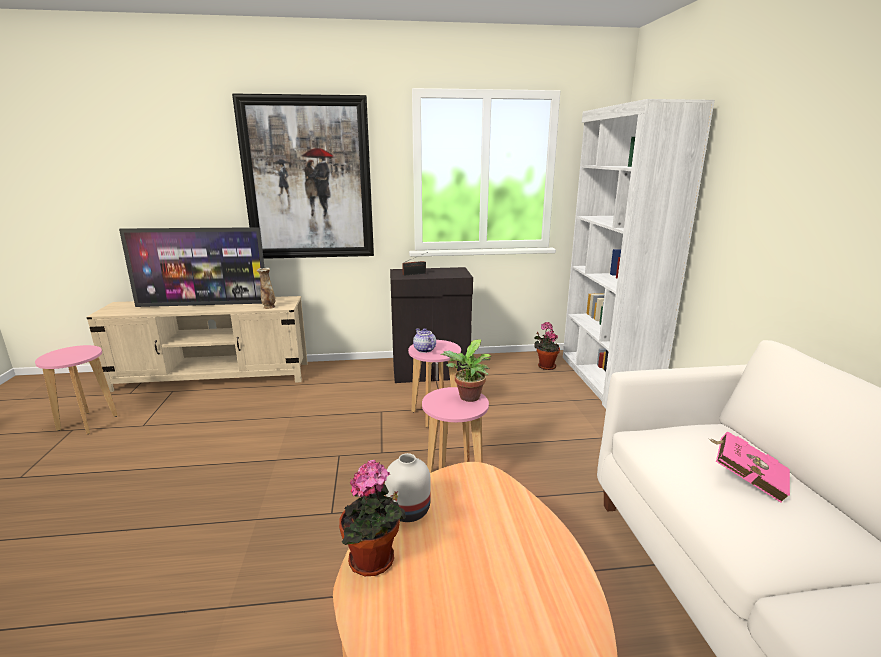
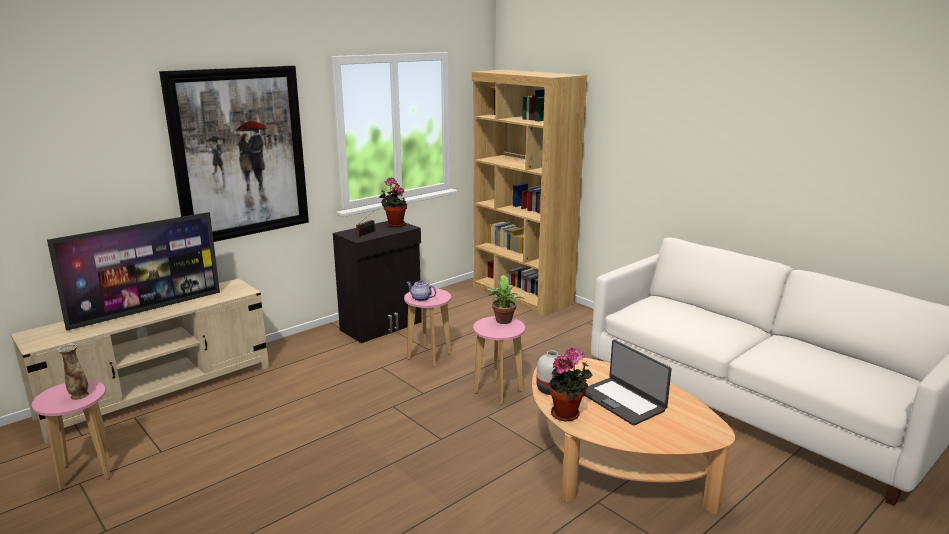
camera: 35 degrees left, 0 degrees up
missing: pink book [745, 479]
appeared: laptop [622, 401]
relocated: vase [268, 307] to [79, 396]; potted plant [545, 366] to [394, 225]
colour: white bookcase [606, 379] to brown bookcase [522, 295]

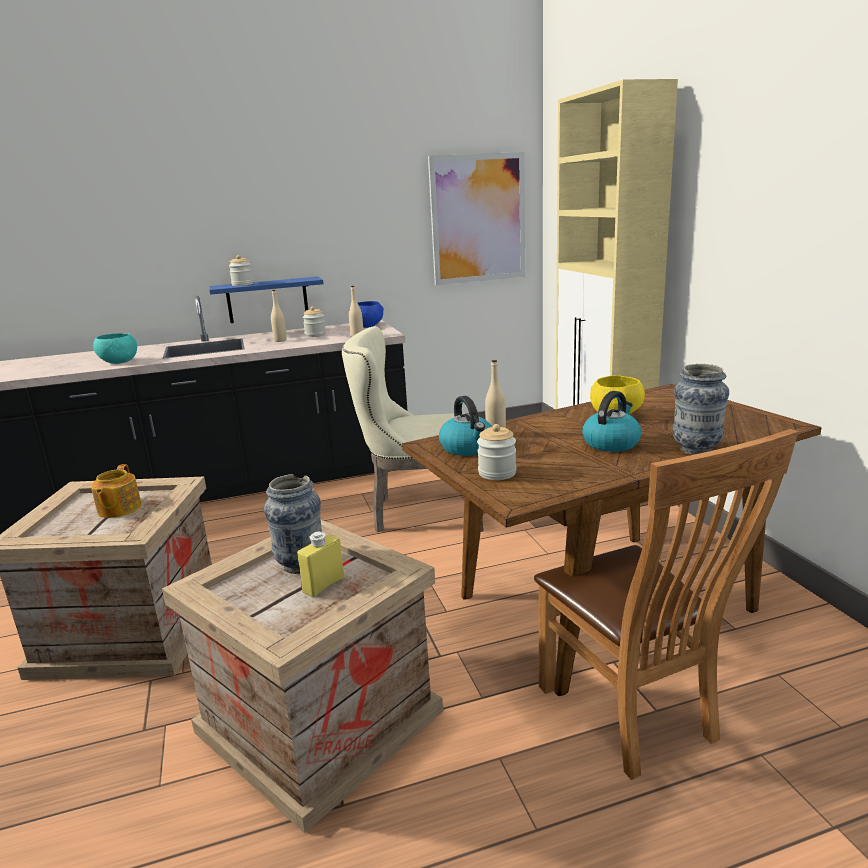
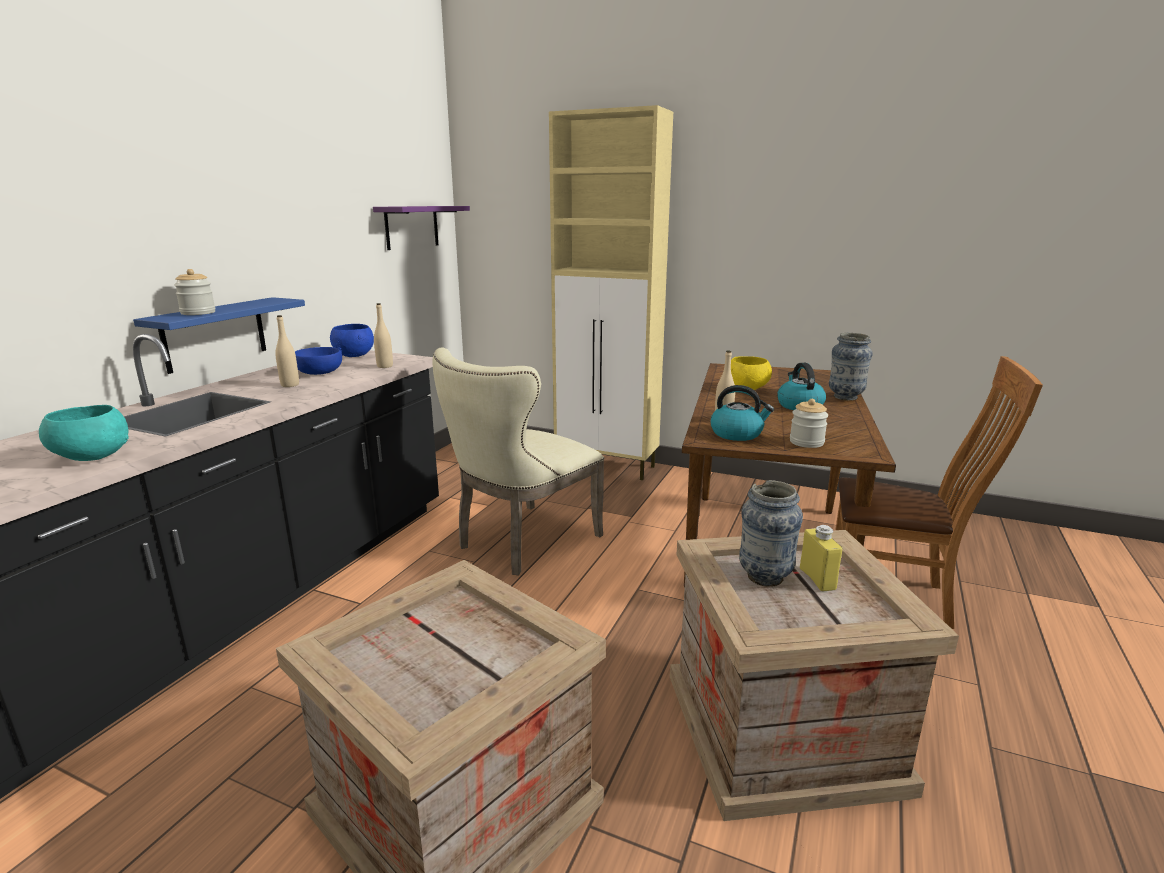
camera: 50 degrees left, 0 degrees up
missing: teapot [118, 509]
exchanged: jar [315, 335] to blue bowl [318, 372]; picture [478, 219] to purple shelf [412, 227]

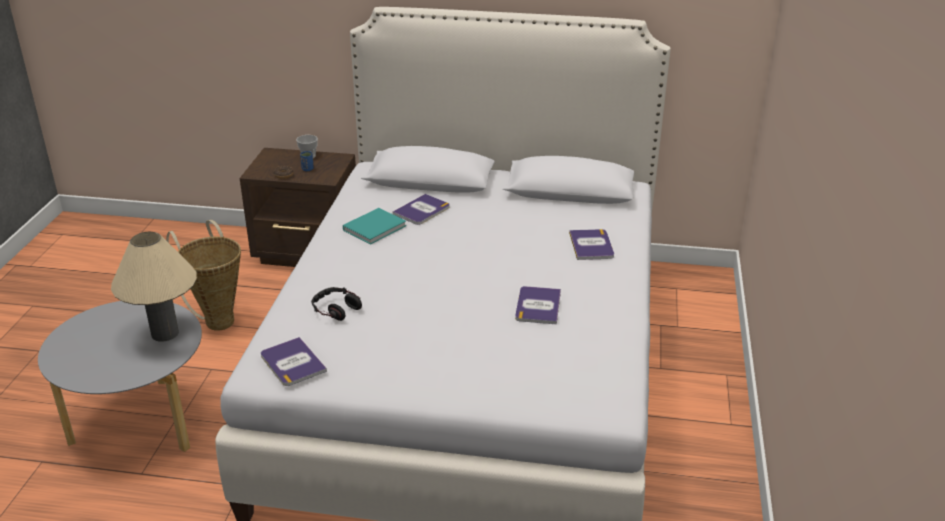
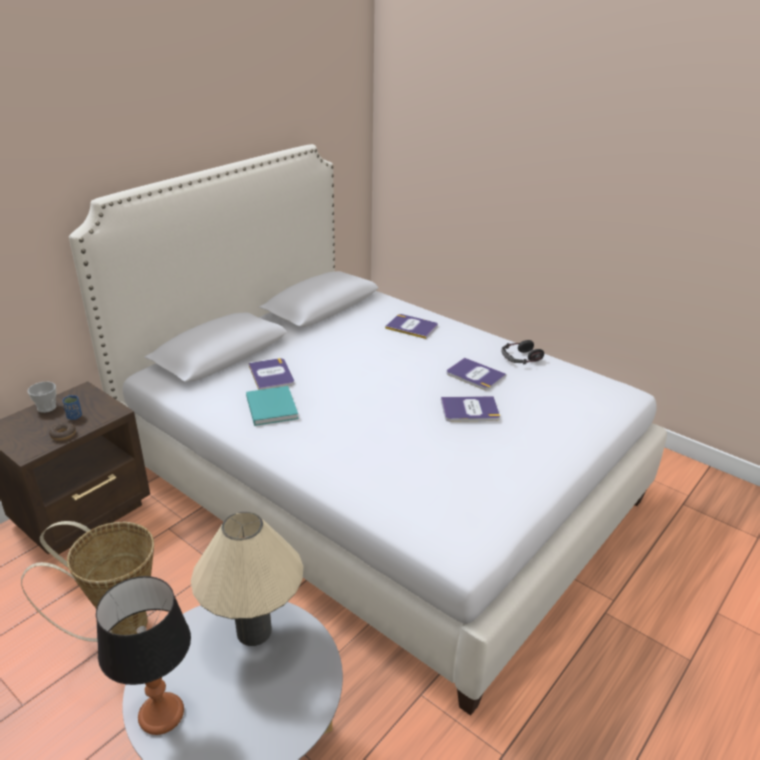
camera: 60 degrees left, 0 degrees up
appeared: table lamp [161, 715]
relocated: book [292, 363] to [470, 410]; headphones [336, 309] to [521, 358]

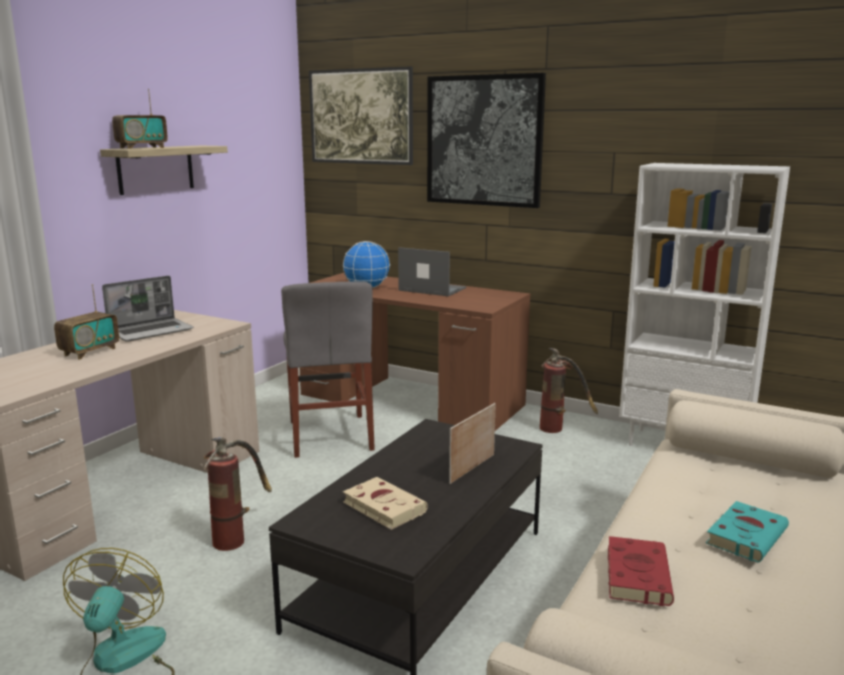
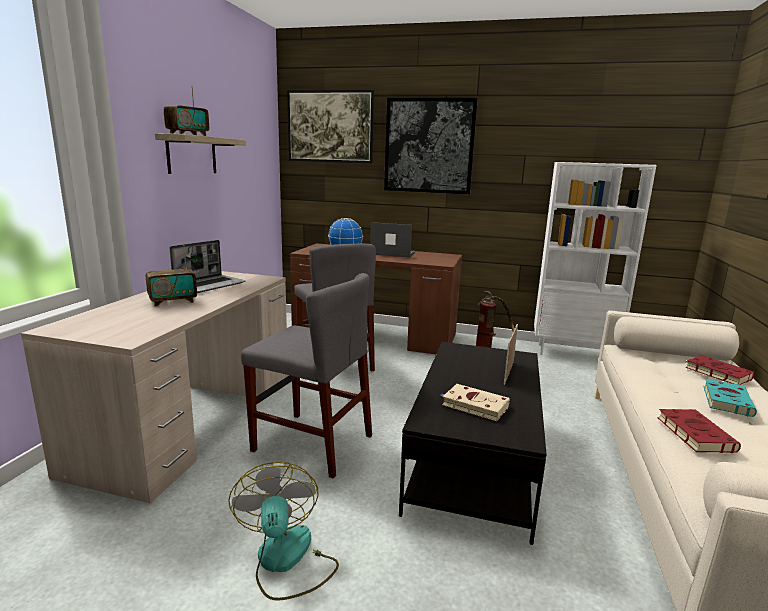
camera: 15 degrees left, 0 degrees up
appeared: red book [716, 373]
exchanged: fire extinguisher [235, 535] to grey chair [312, 443]
spun: radio [90, 352] = [173, 301] 45 degrees clockwise

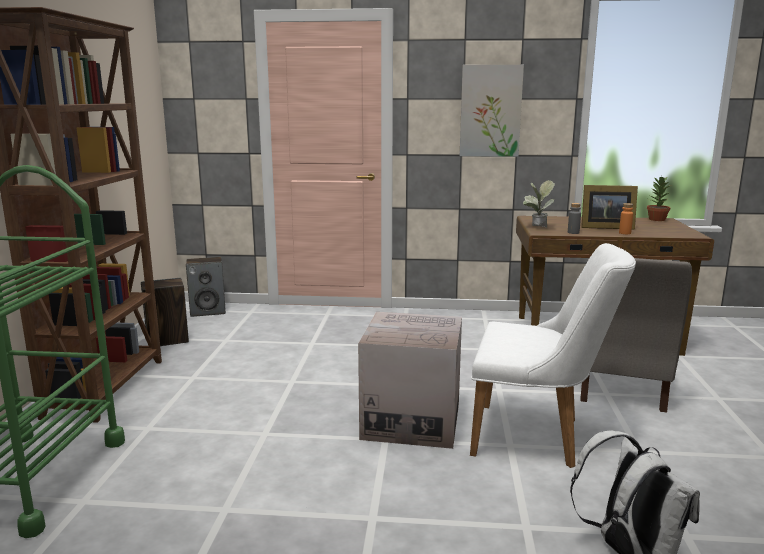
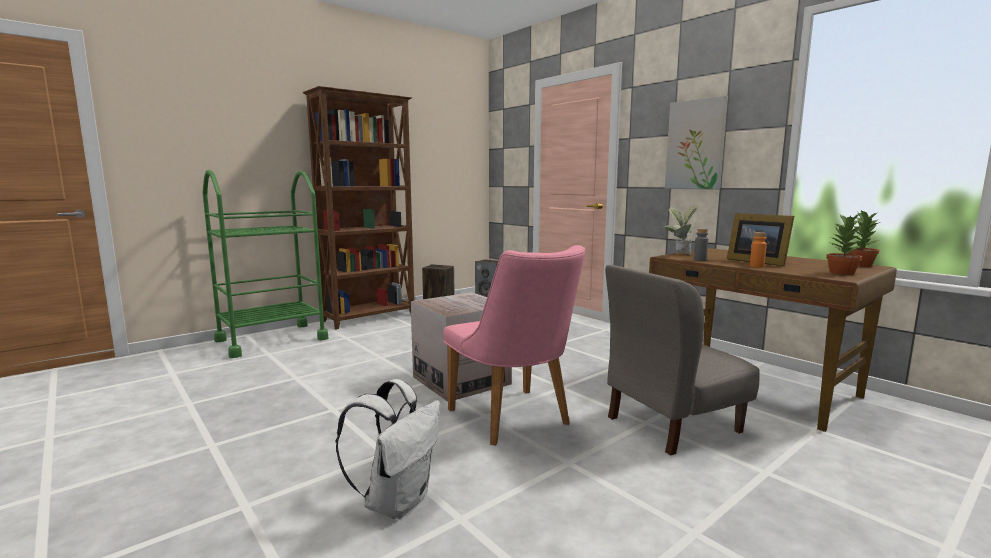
camera: 45 degrees right, 5 degrees down
appeared: potted plant [842, 273]
colour: white chair [538, 437] to pink chair [515, 420]

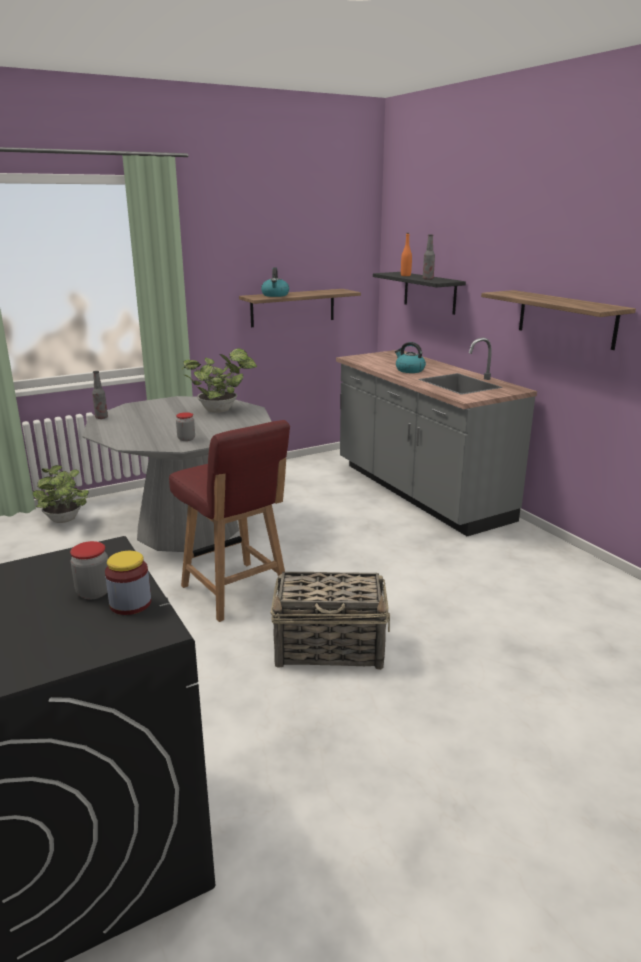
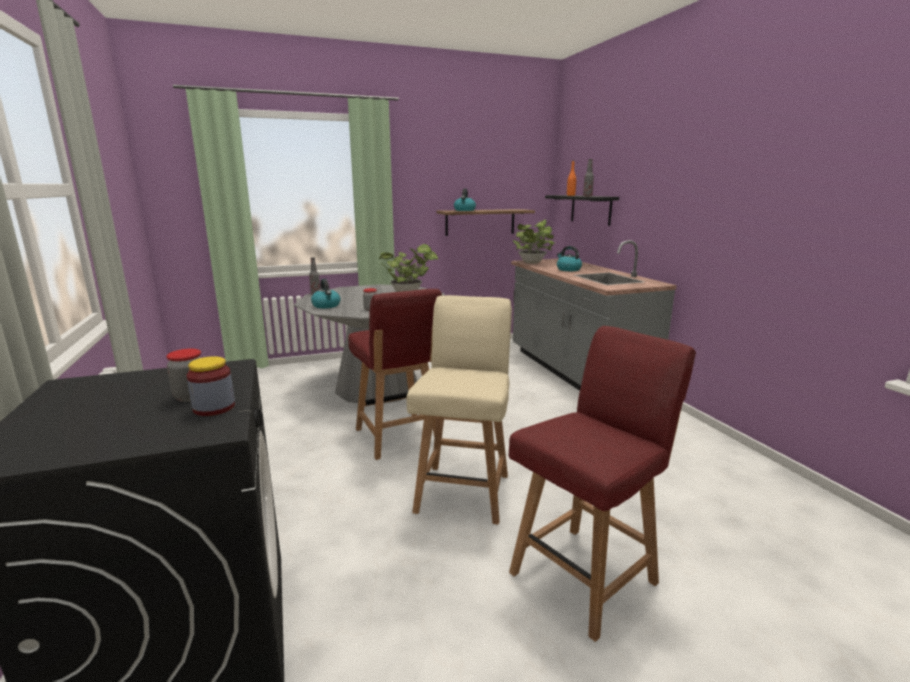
camera: 10 degrees right, 5 degrees down
missing: shelf [566, 319]
appeared: kettle [326, 306]; red chair [585, 576]
relocated: potted plant [64, 520] to [533, 263]
exchanged: basket [331, 648] to beige chair [463, 491]

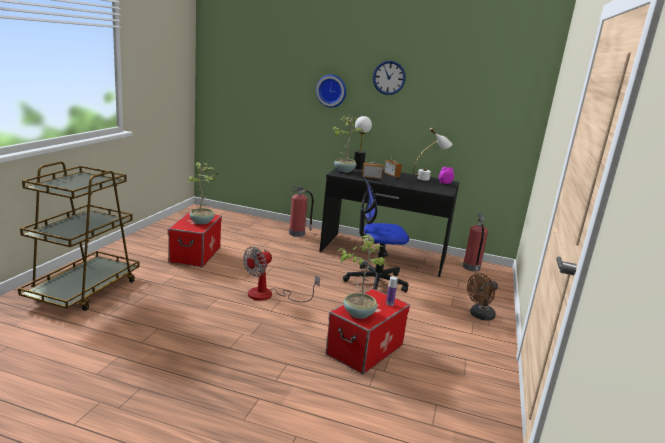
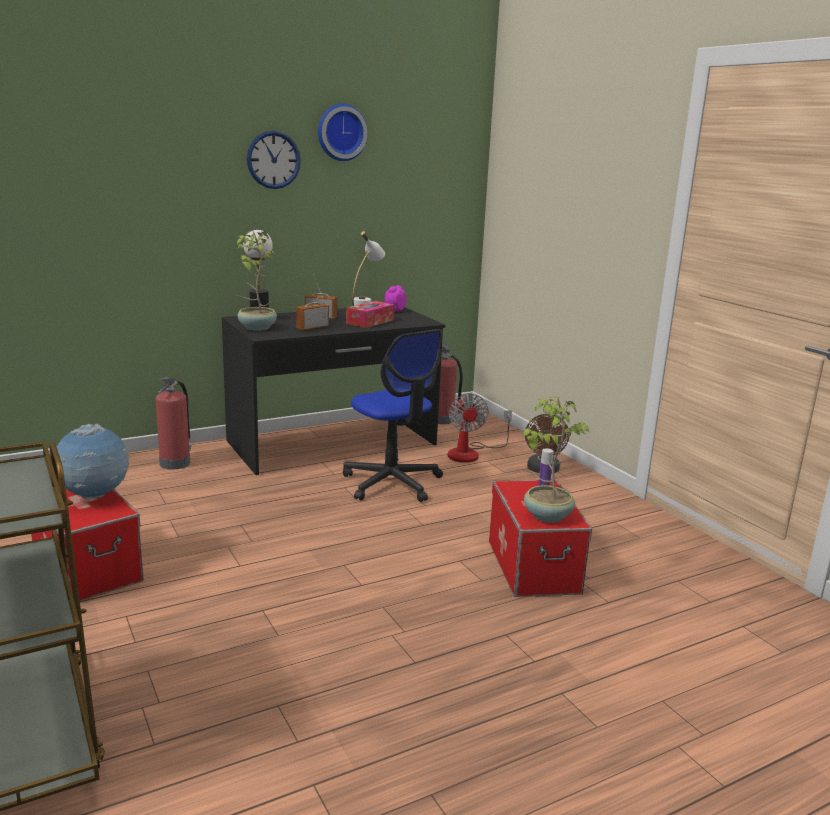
camera: 45 degrees left, 0 degrees up
appeared: tissue box [370, 321]
relocated: wall clock [331, 91] to [341, 132]; fan [269, 295] to [471, 453]
exchanged: potted plant [202, 222] to globe [95, 497]
spun: office chair [375, 282] = [392, 483] 75 degrees counterclockwise

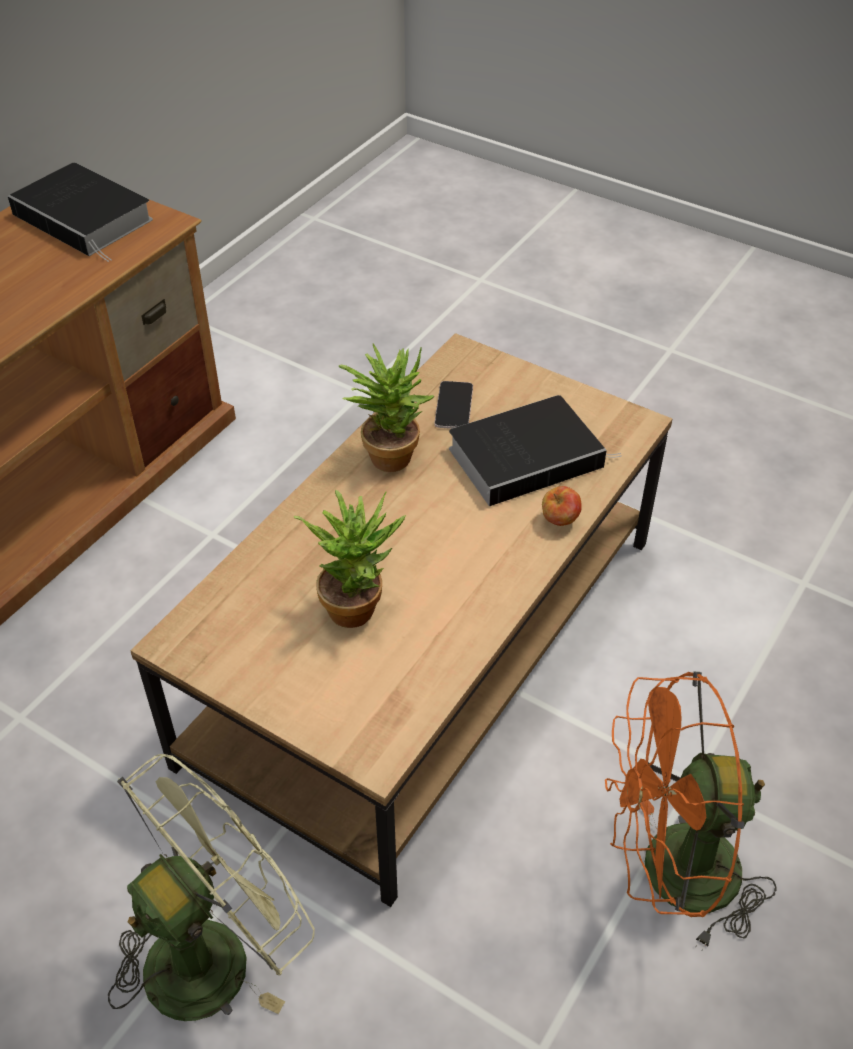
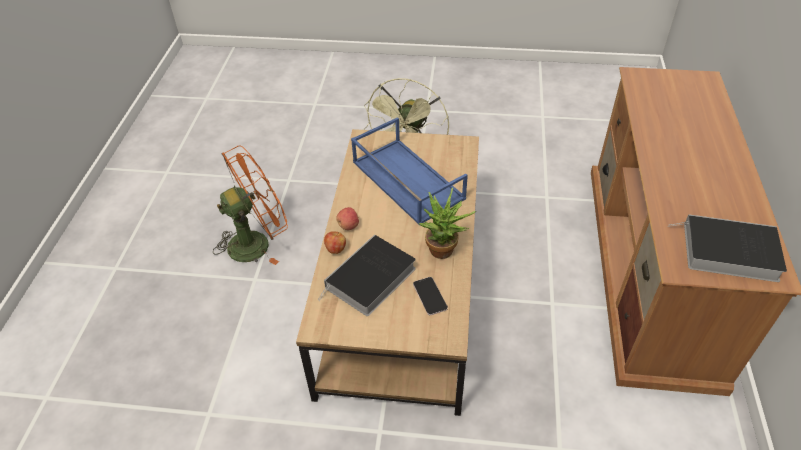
camera: 155 degrees right, 0 degrees up
appeared: apple [348, 226]
exchanged: potted plant [357, 604] to blue tray [406, 180]

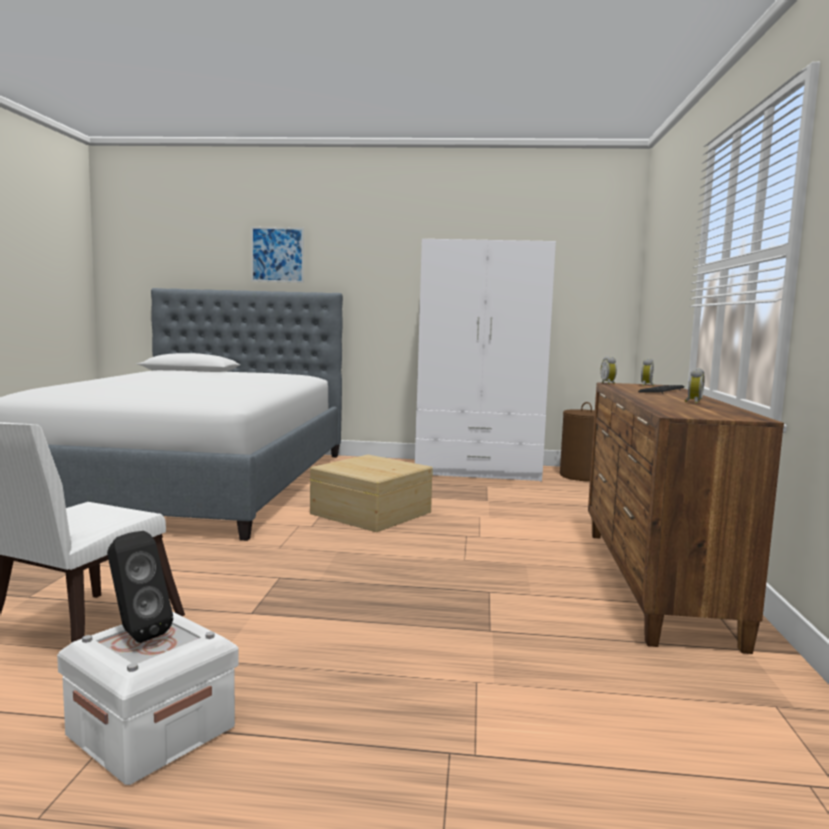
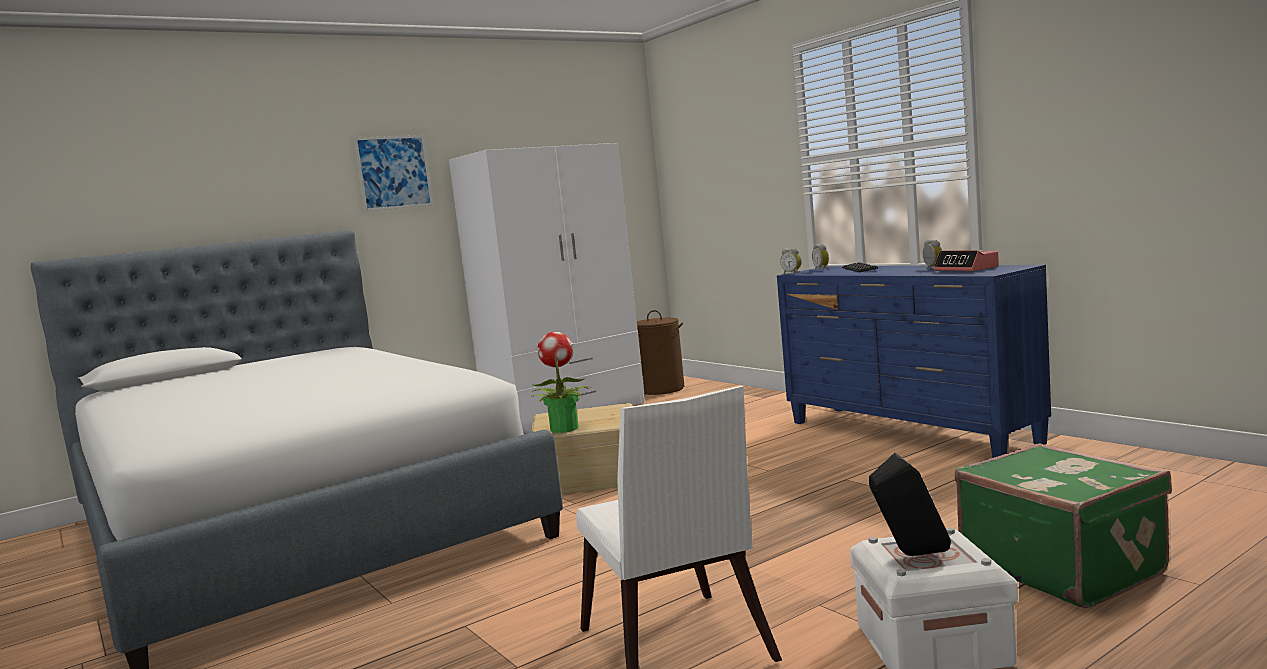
camera: 40 degrees left, 0 degrees up
appeared: potted plant [564, 428]; alarm clock [966, 269]; green suitcase [1062, 567]
relocated: picture [277, 254] to [394, 172]
colour: brown dresser [653, 582] to blue dresser [908, 433]

